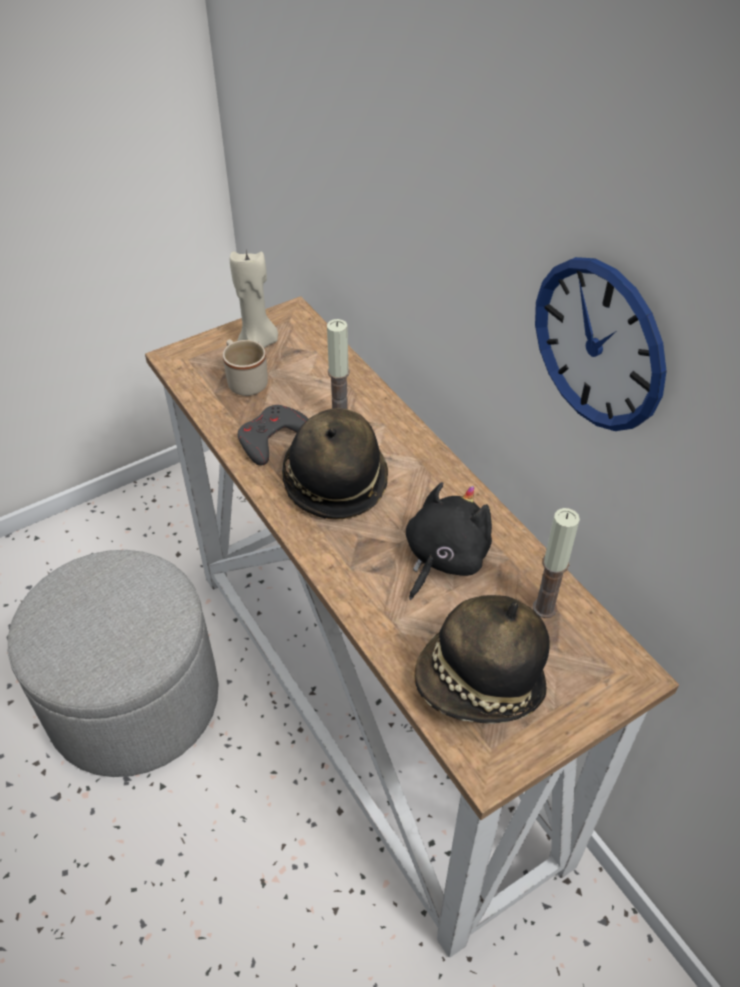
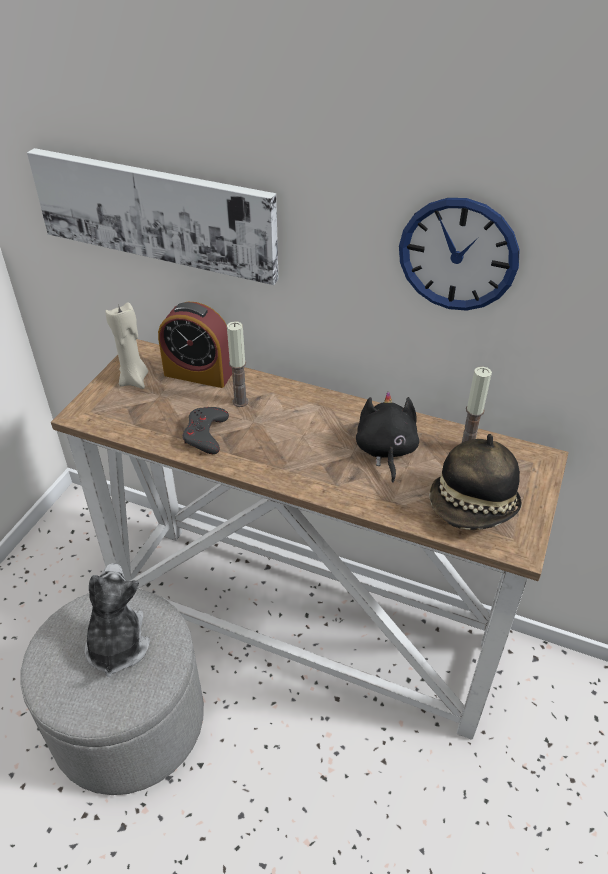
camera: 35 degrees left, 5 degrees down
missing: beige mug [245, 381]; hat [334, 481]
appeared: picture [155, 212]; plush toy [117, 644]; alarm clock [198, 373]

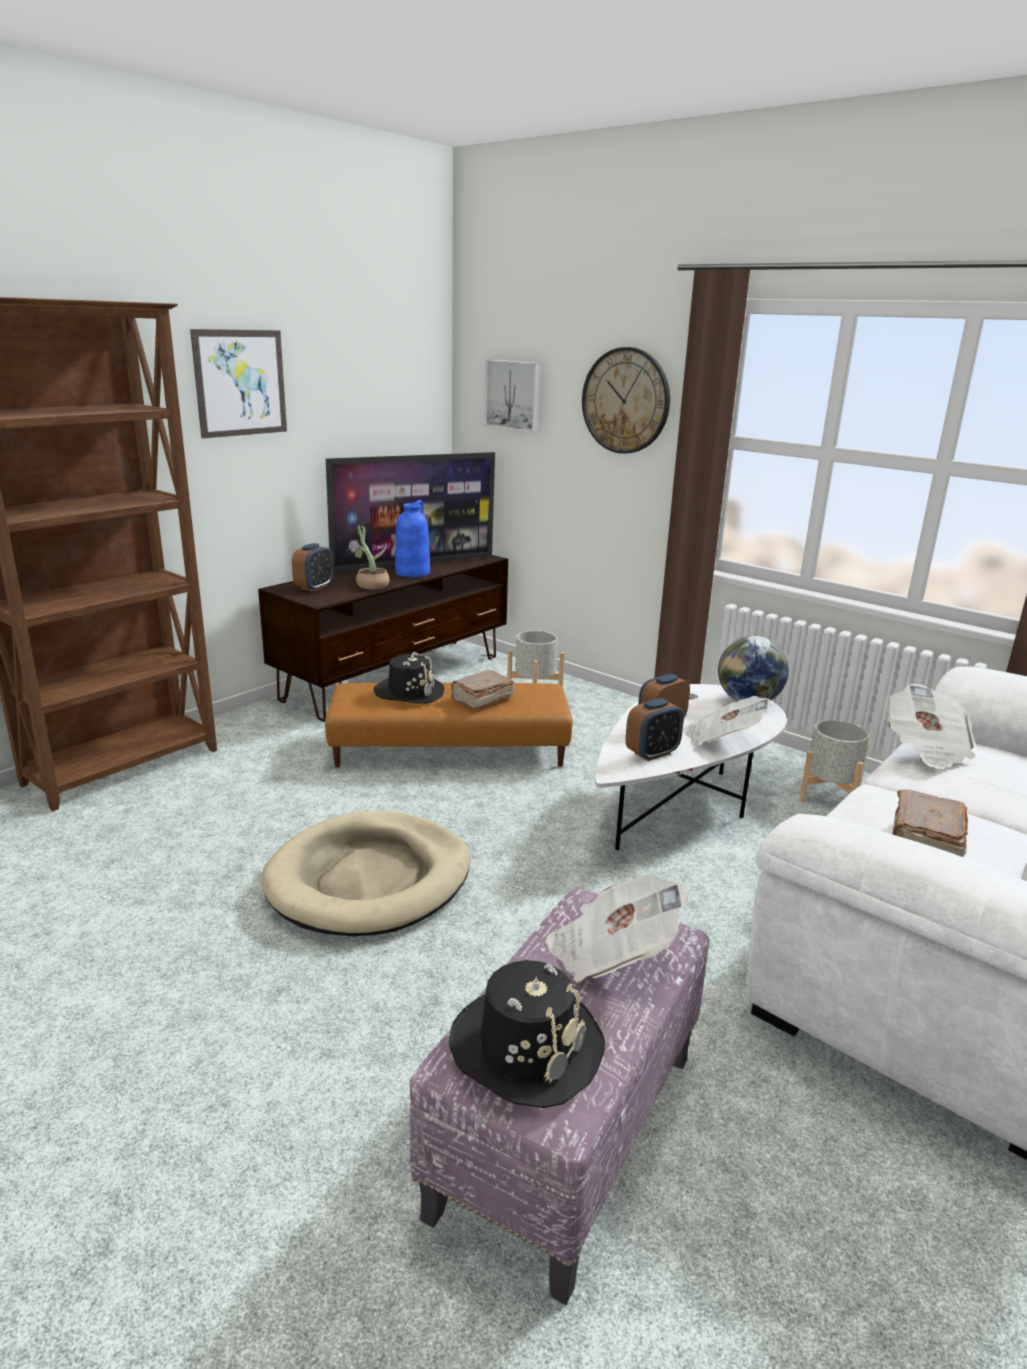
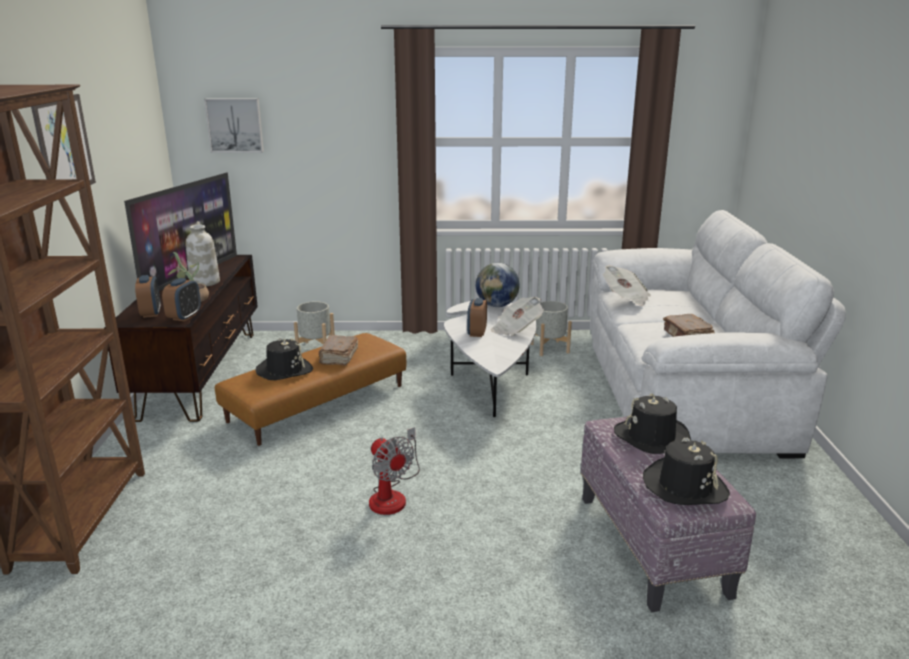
camera: 40 degrees left, 0 degrees up
missing: wall clock [626, 401]
relocated: alarm clock [652, 753] to [184, 317]
exchanged: beige dog bed [370, 879] to fan [392, 495]; newspaper [611, 954] to black hat [651, 437]
colour: blue vase [412, 572] to white vase [204, 282]

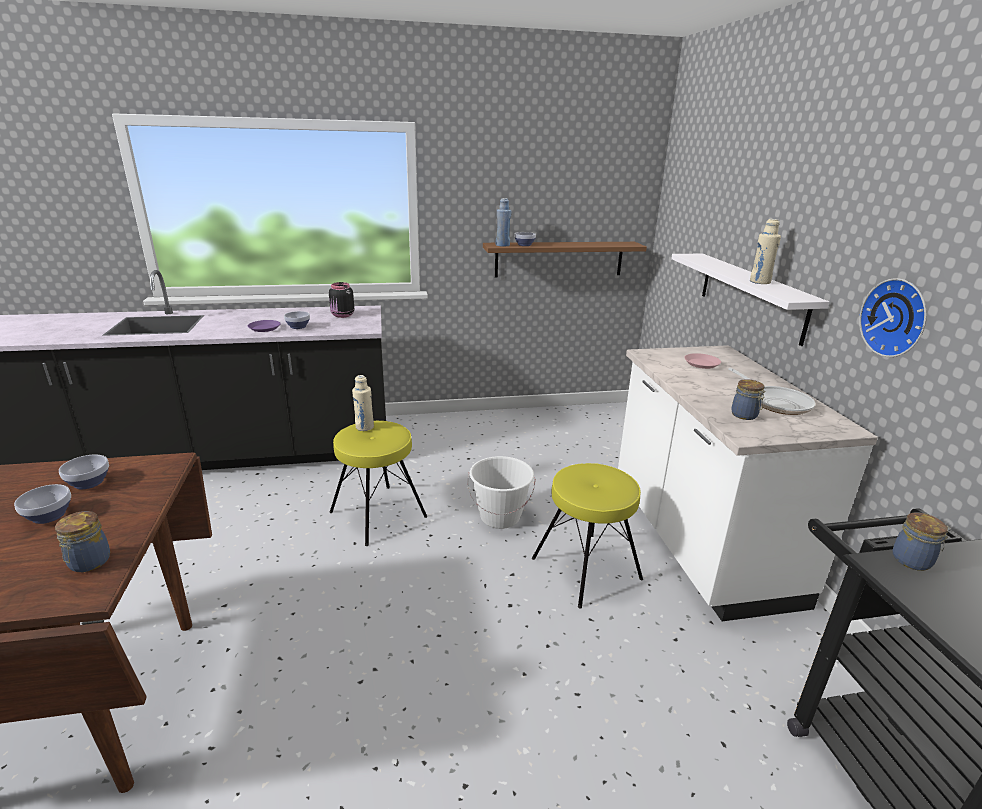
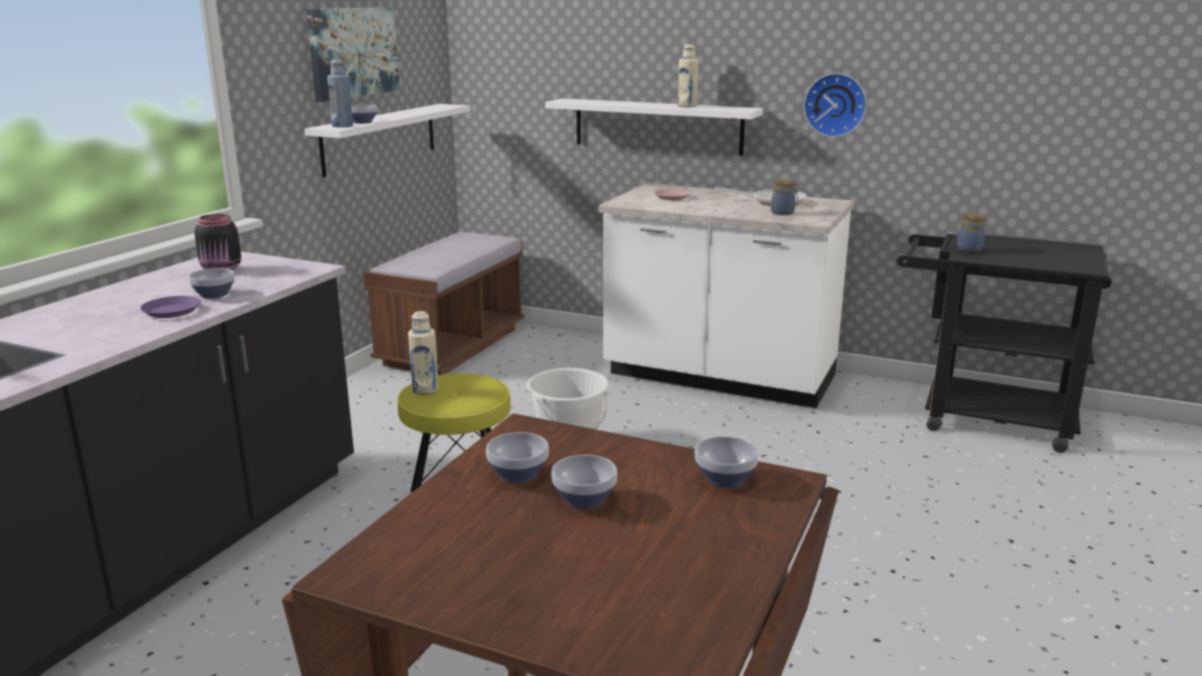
camera: 55 degrees left, 5 degrees down
missing: yellow stool [587, 568]
appeared: picture [353, 52]; brown bench [452, 347]
exchanged: jar [88, 563] to bowl [727, 479]
colour: brown shelf [559, 259] to white shelf [380, 138]

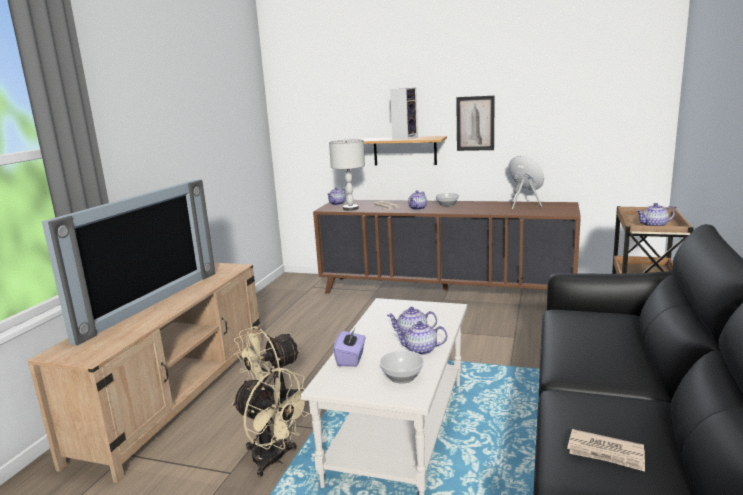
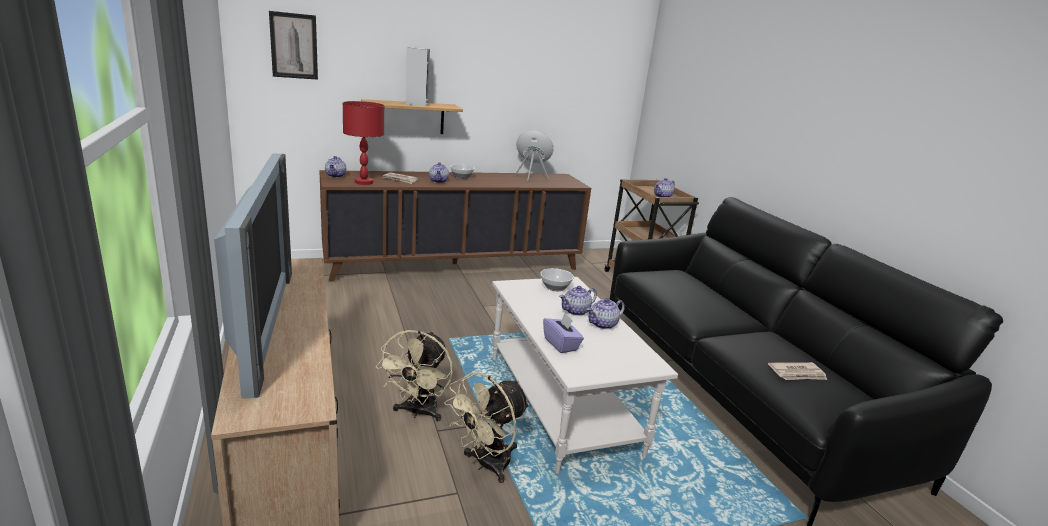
camera: 40 degrees left, 5 degrees up
relocated: picture [475, 123] to [294, 46]; bowl [403, 377] to [556, 287]
colour: grey table lamp [351, 208] to red table lamp [364, 182]
spun: beige fan [275, 460] = [486, 465] 135 degrees clockwise

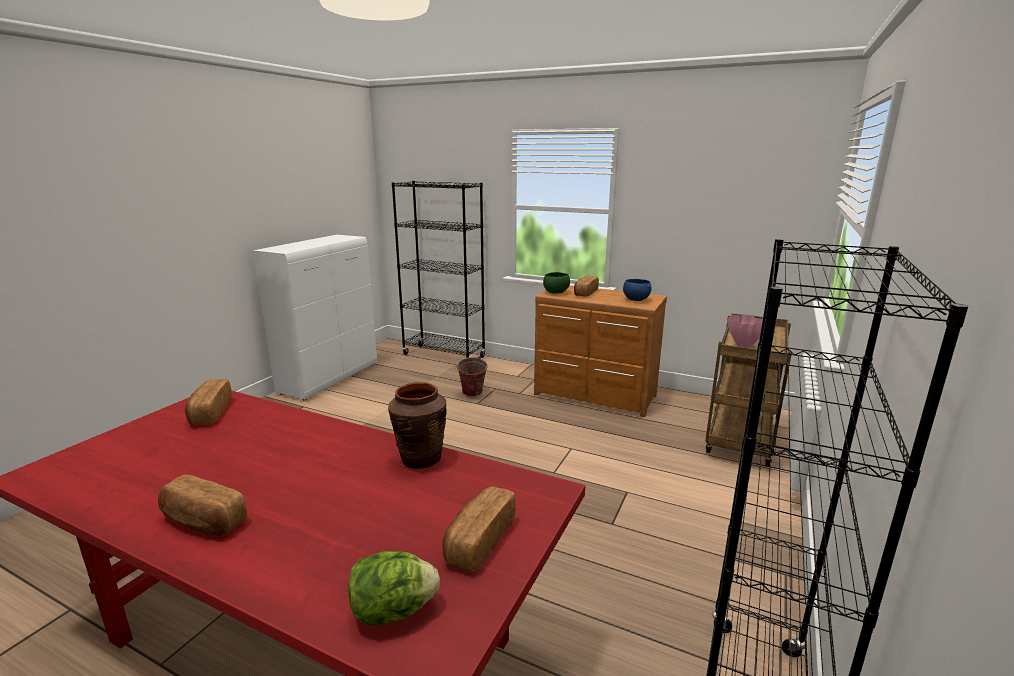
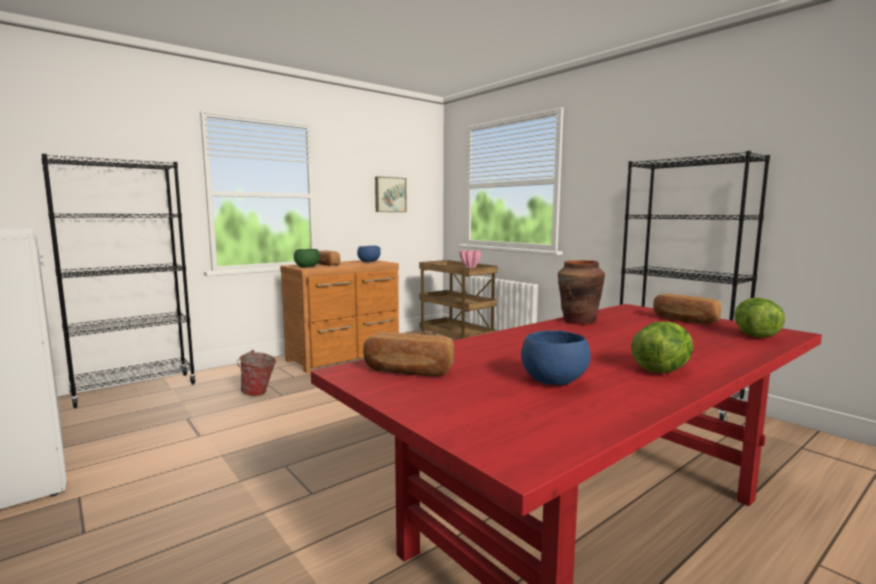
camera: 65 degrees left, 10 degrees down
appeared: picture [389, 194]; blue bowl [552, 381]
exchanged: bread [203, 521] to lettuce [661, 370]

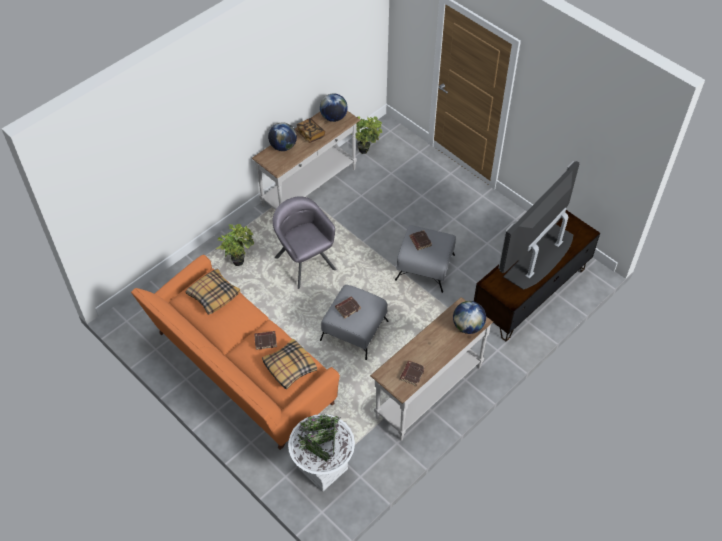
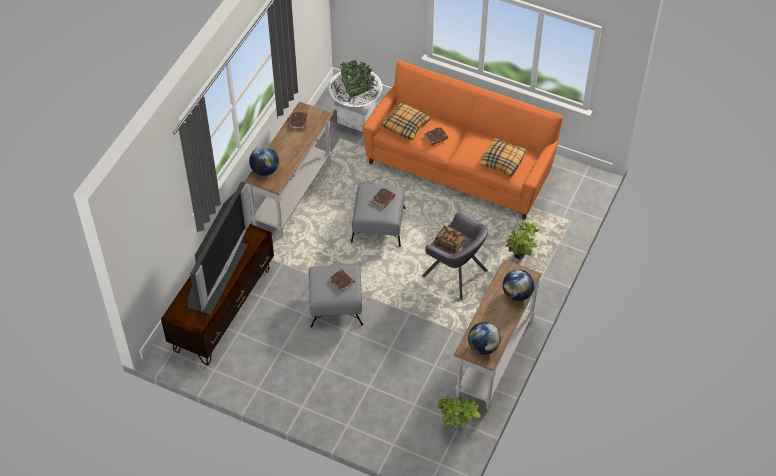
camera: 160 degrees right, 0 degrees up
relocated: book [310, 134] to [449, 243]

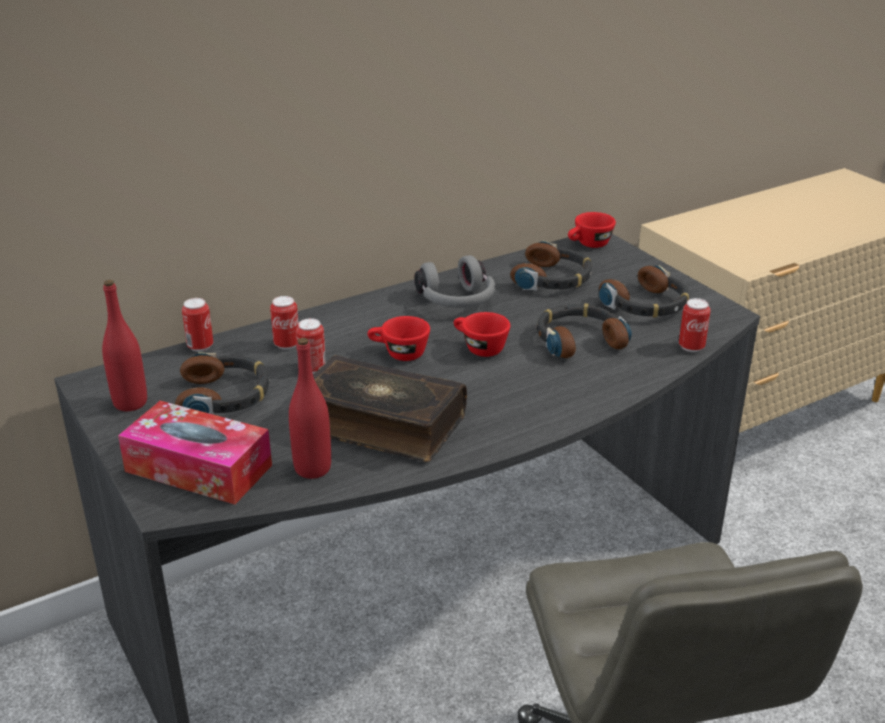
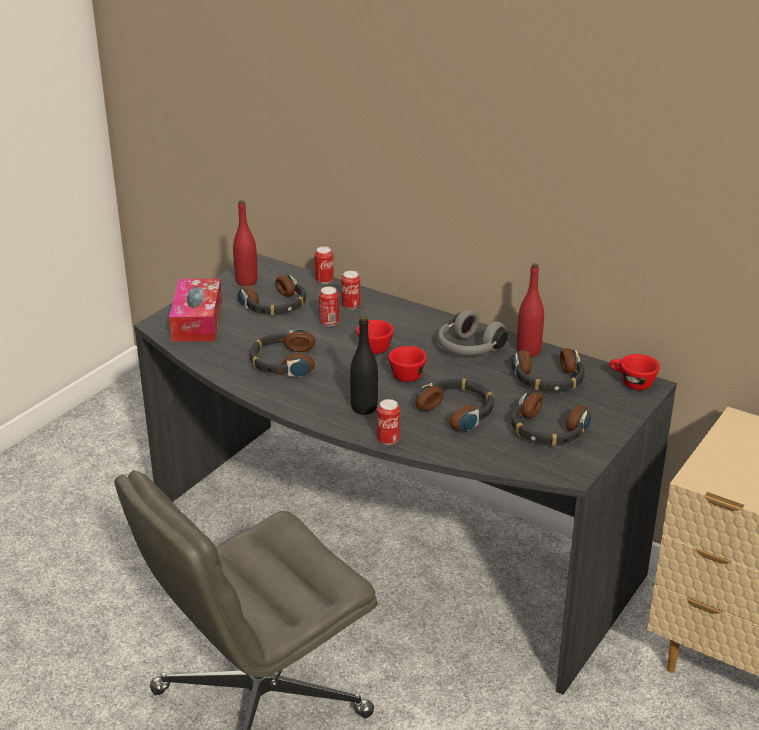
camera: 65 degrees right, 0 degrees up
appeared: black bottle [364, 408]
relocated: can [691, 347] to [388, 440]; red bottle [312, 468] to [528, 351]
exchanged: book [380, 424] to headphones [282, 362]

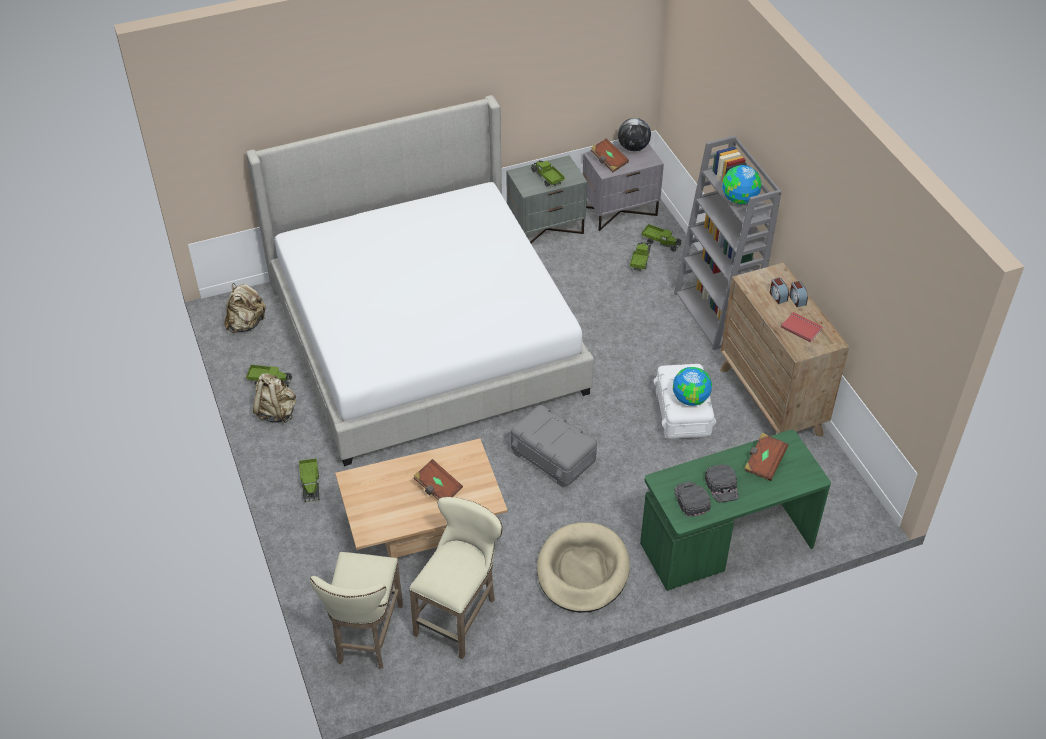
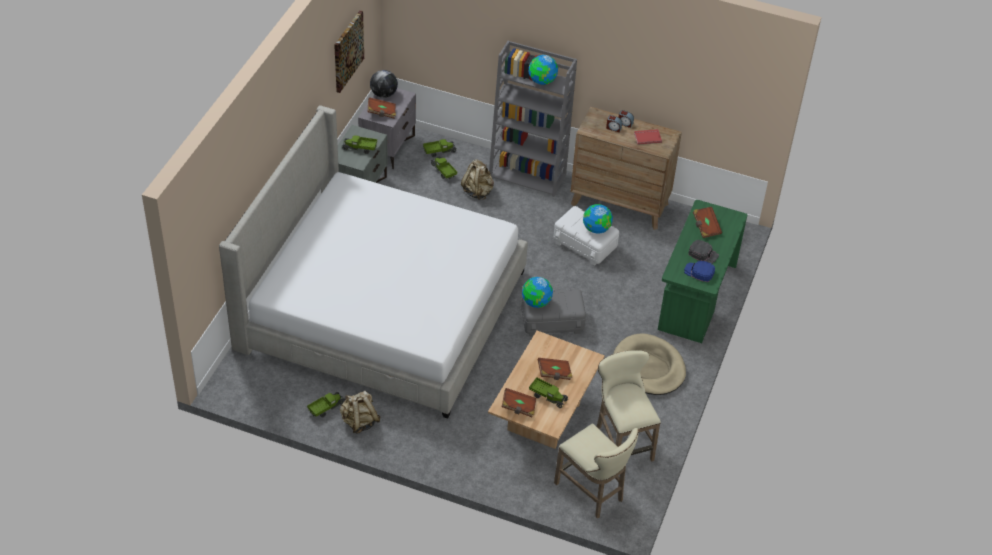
camera: 50 degrees left, 0 degrees up
appeared: picture [347, 51]; brown book [518, 407]; globe [536, 302]
relocated: beige backpack [246, 324] to [478, 191]; toy truck [311, 484] to [548, 396]
colour: black cap [691, 499] to blue cap [699, 272]

